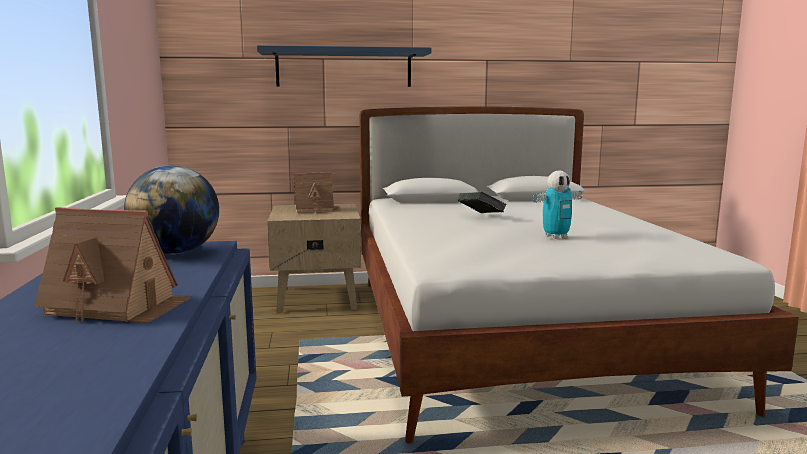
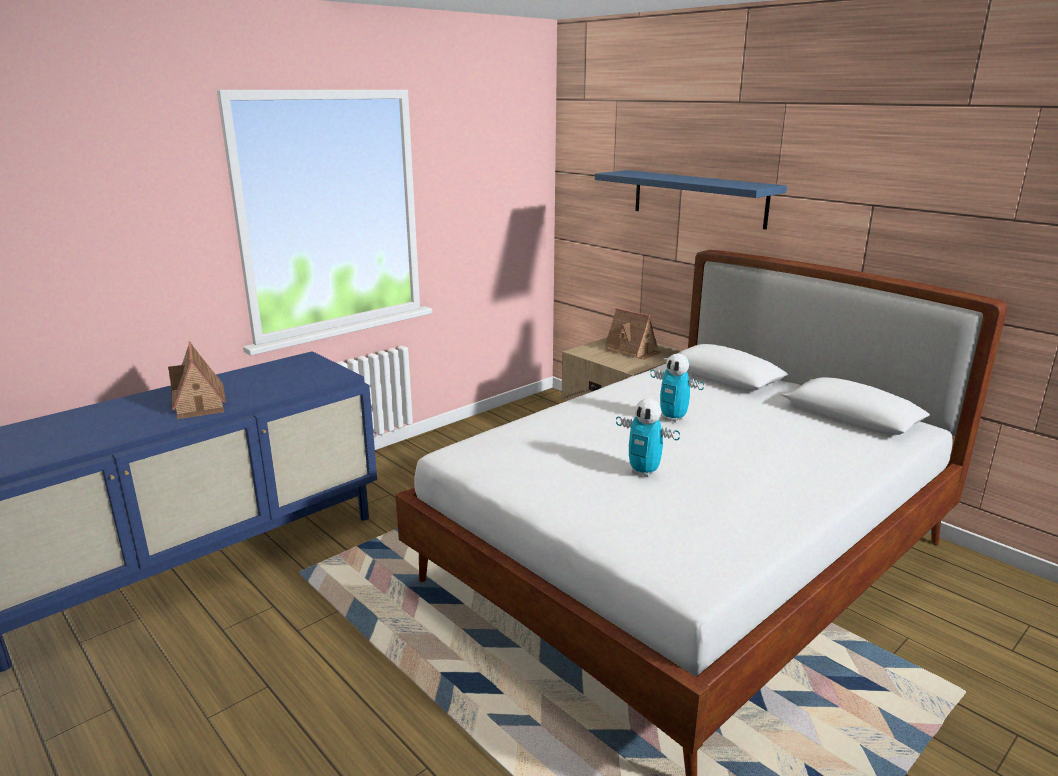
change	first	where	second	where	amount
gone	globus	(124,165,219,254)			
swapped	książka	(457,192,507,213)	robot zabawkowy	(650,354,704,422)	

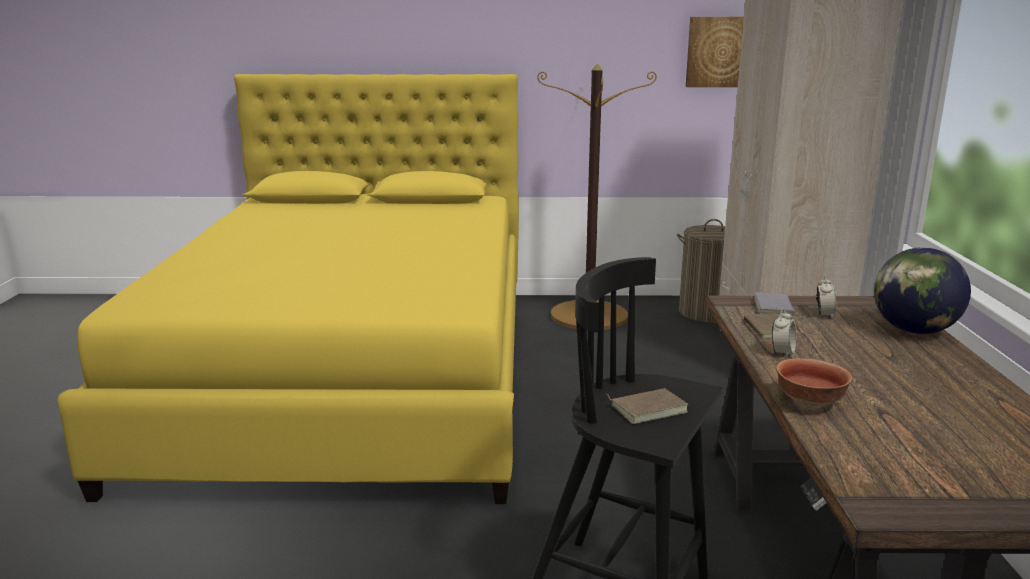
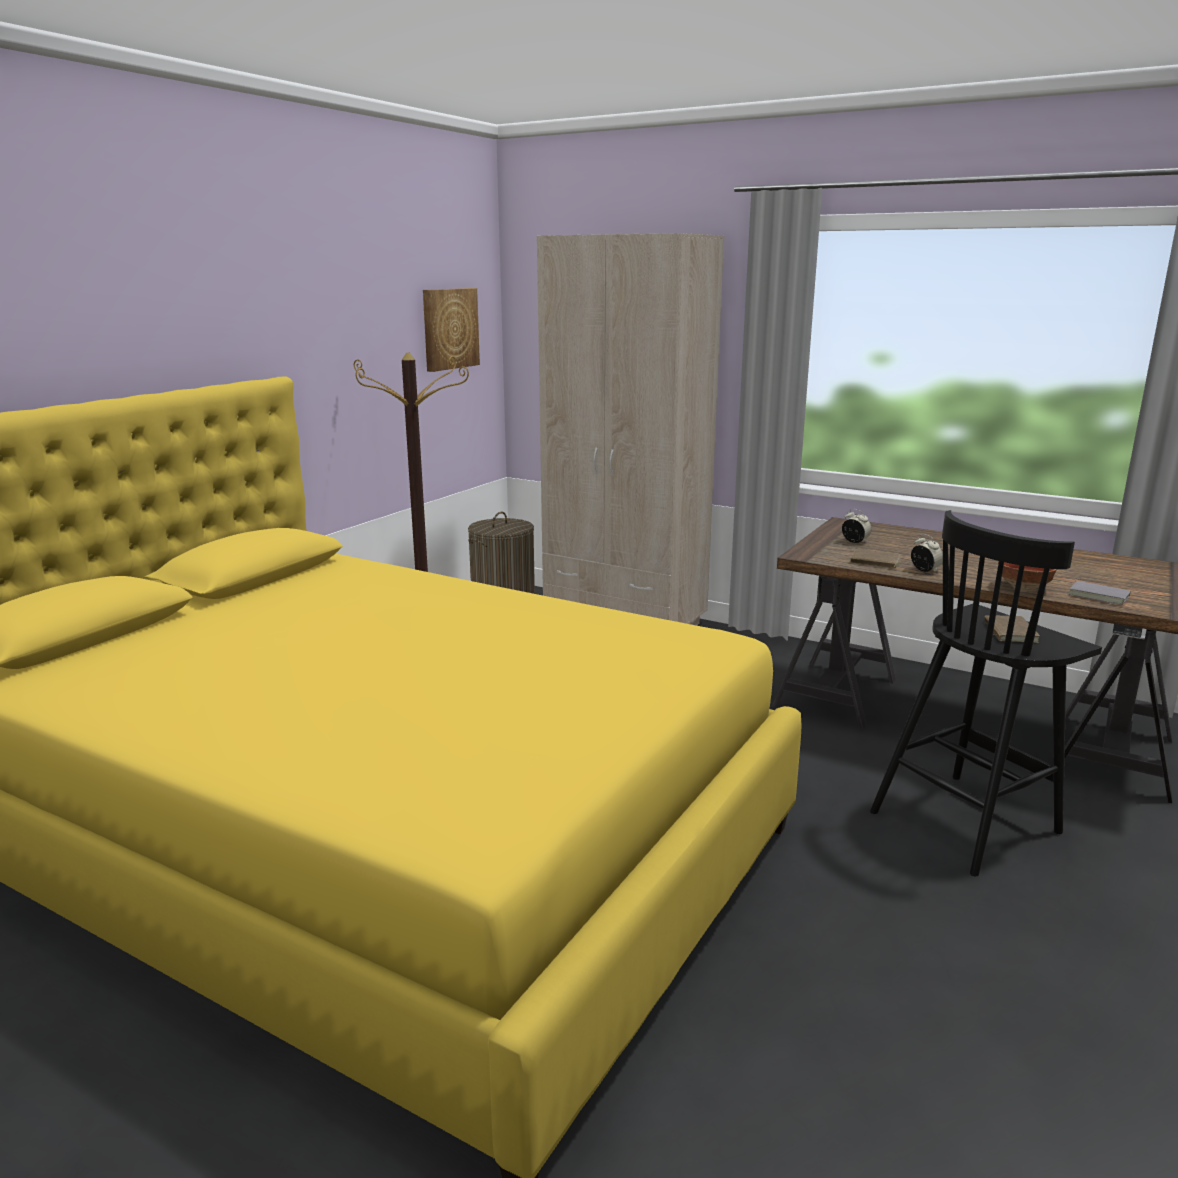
change	first	where	second	where	amount
shifted	książka/szary	(754,292,797,316)		(1068,579,1131,605)	
gone	globus	(874,247,971,334)			

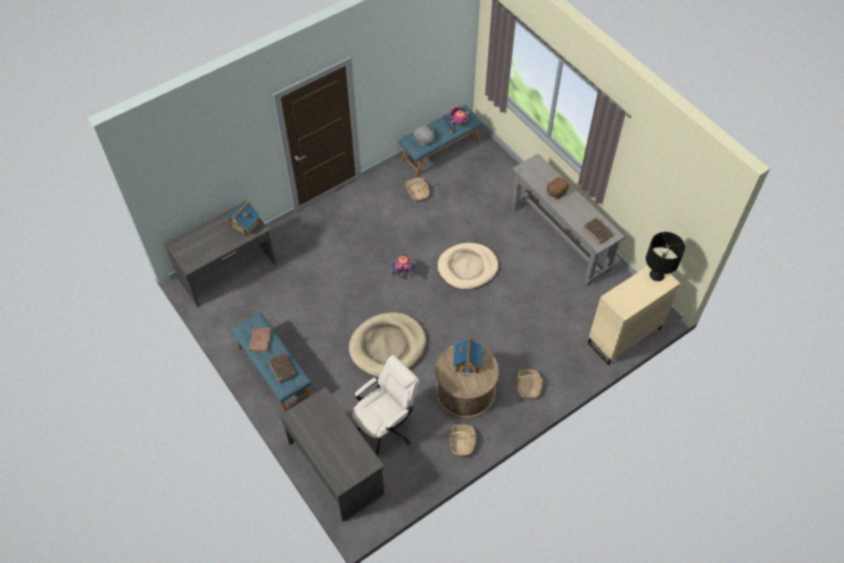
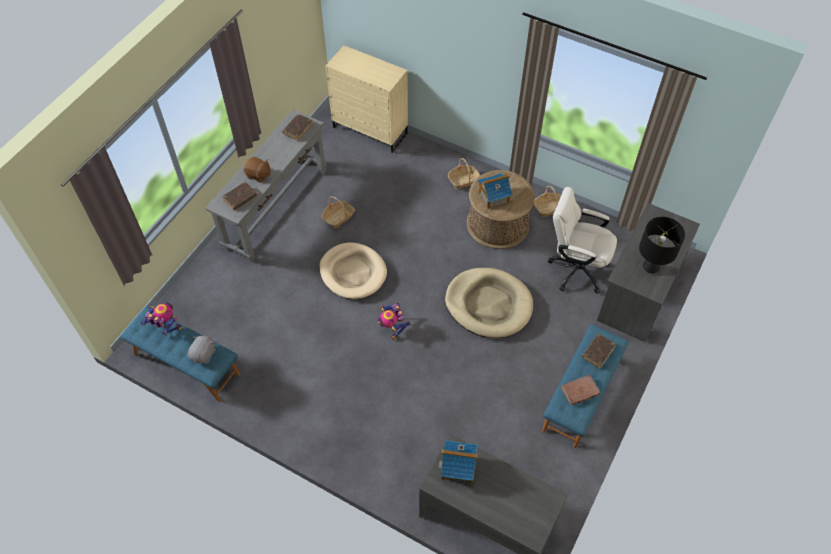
change	first	where	second	where	amount
shifted	koszyk	(405,178,429,202)		(322,197,355,229)	
shifted	lampa stołowa/czarny	(646,232,685,281)		(639,217,685,274)	
new			książka/brązowy	(222,182,257,210)	

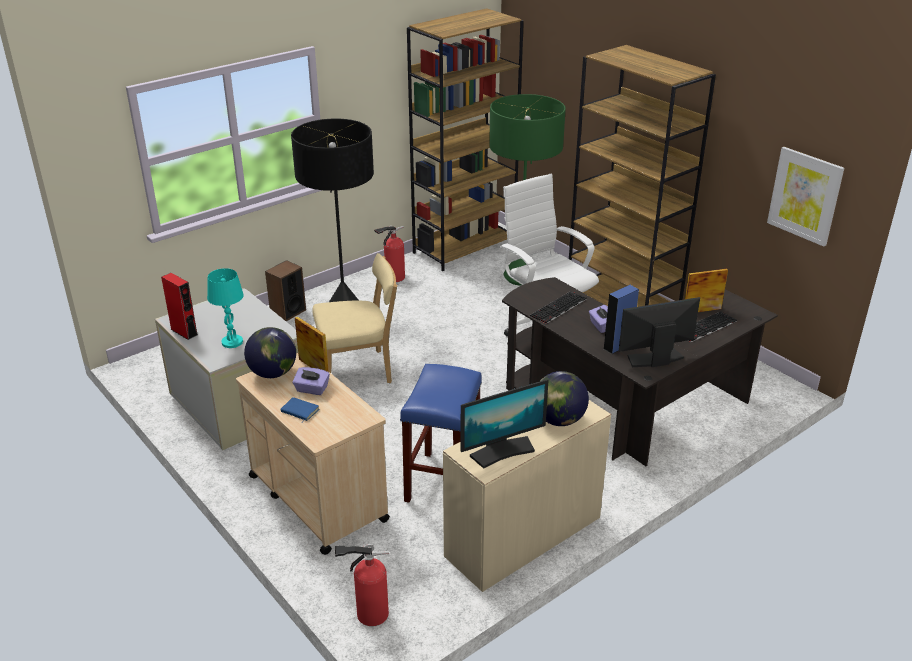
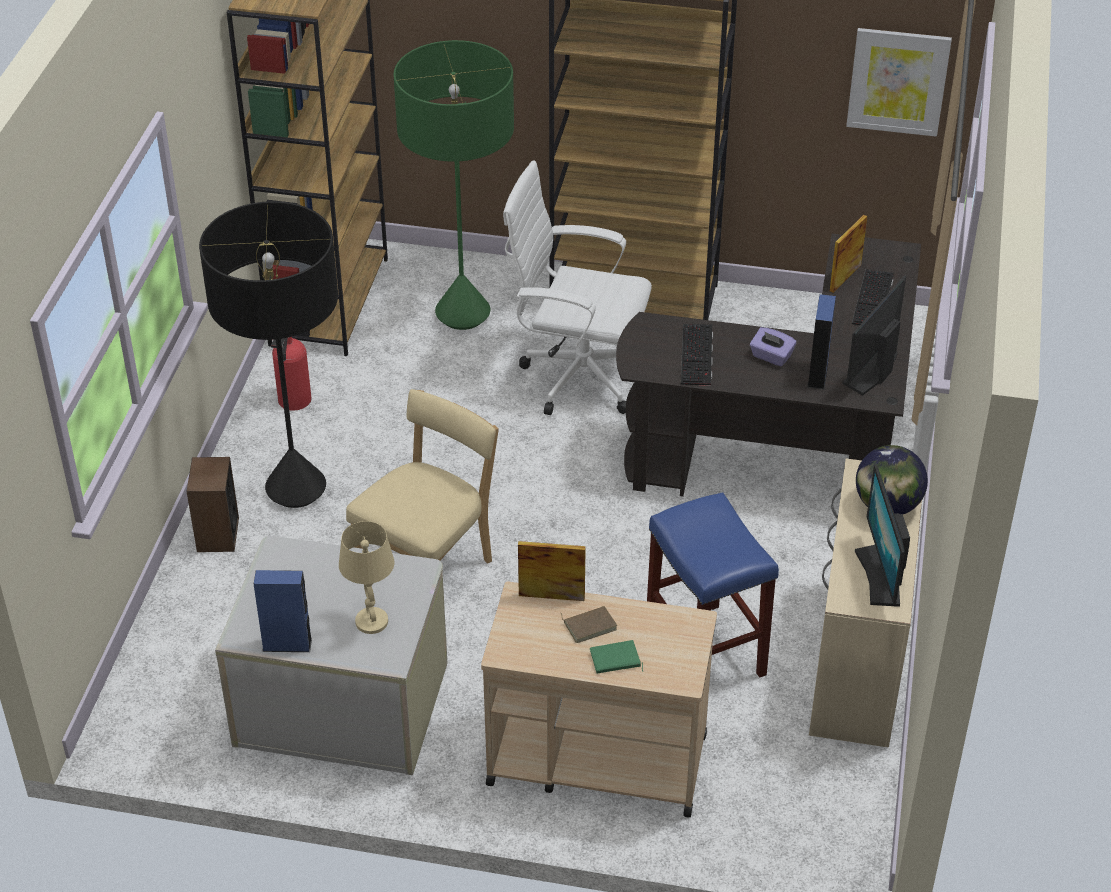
change	first	where	second	where	amount
repainted	głośnik/czerwony	(161,273,198,340)	głośnik/niebieski	(254,570,312,652)	
repainted	lampa stołowa/turkusowy	(207,268,244,348)	lampa stołowa/beżowy	(339,521,394,634)	
gone	globus	(244,327,296,378)			
repainted	książka/niebieski	(280,397,320,422)	książka/zielony	(590,640,643,674)	
swapped	pudełko chusteczek/fioletowy	(292,367,330,395)	książka/brązowy	(561,606,617,643)	
gone	gaśnica	(335,542,389,626)			
rotated	monitor	(461,379,548,469)		(855,465,910,607)	150 degrees clockwise

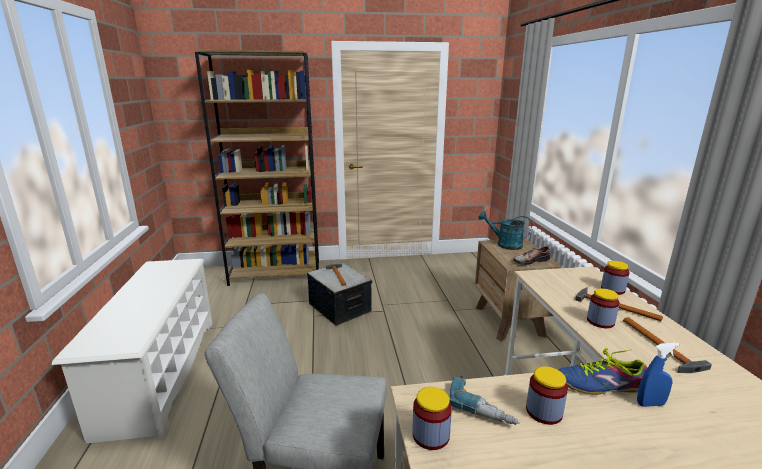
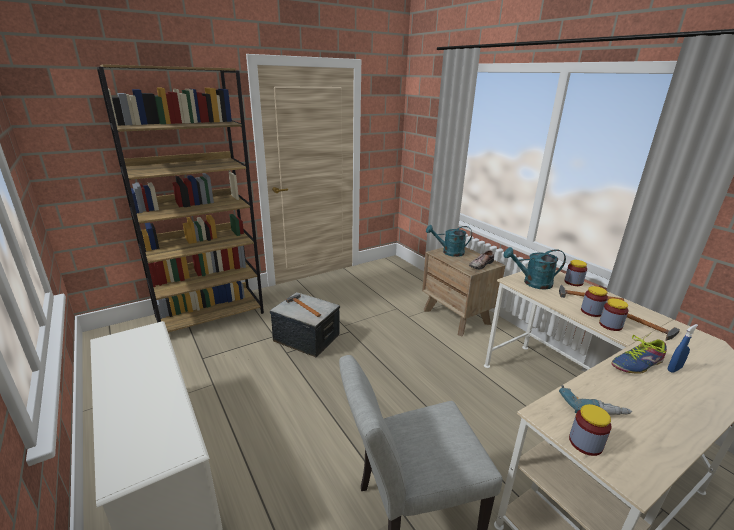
change	first	where	second	where	amount
shifted	słoik	(526,366,568,425)		(599,298,629,331)	
new			konewka/turkusowy	(503,247,566,290)	

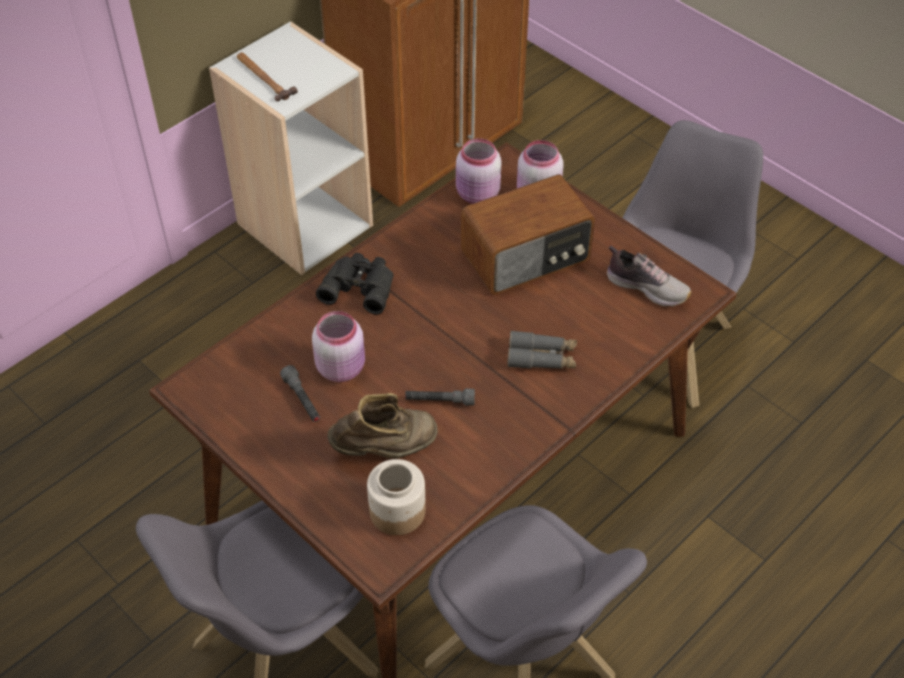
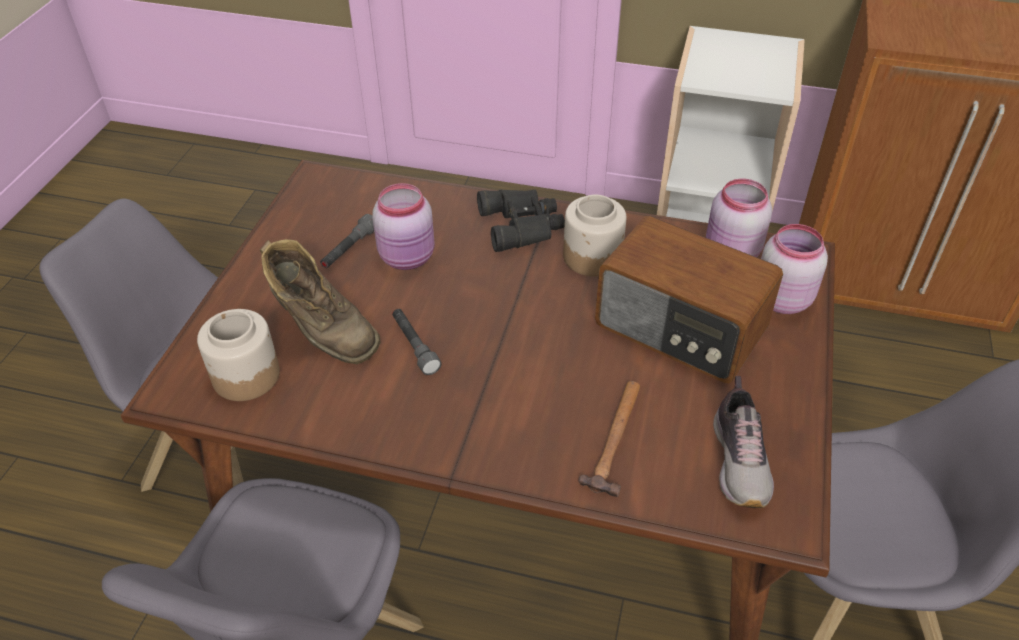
change	first	where	second	where	amount
shifted	młotek	(237,52,298,101)		(578,381,640,497)	
gone	lornetka/szary	(507,331,577,369)			
new			słoik	(563,195,626,276)	

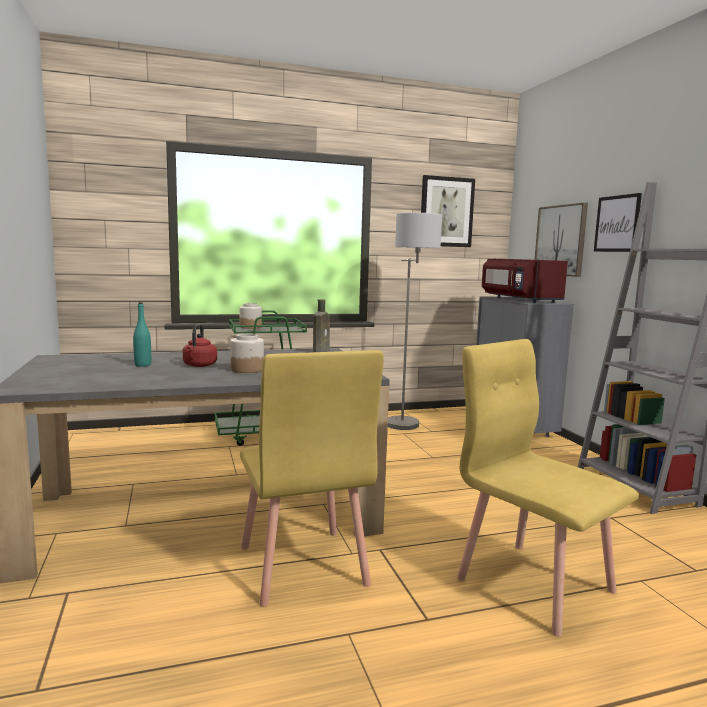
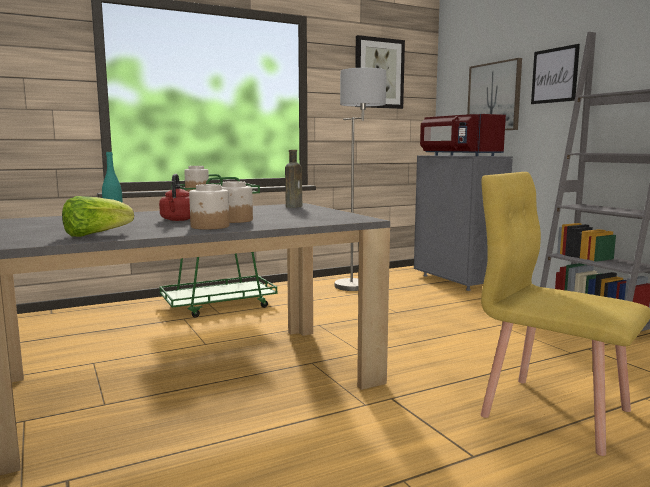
change	first	where	second	where	amount
gone	krzesło/żółty	(240,350,384,607)			
new			sałata	(62,196,134,237)	
new			słoik	(189,184,230,230)	

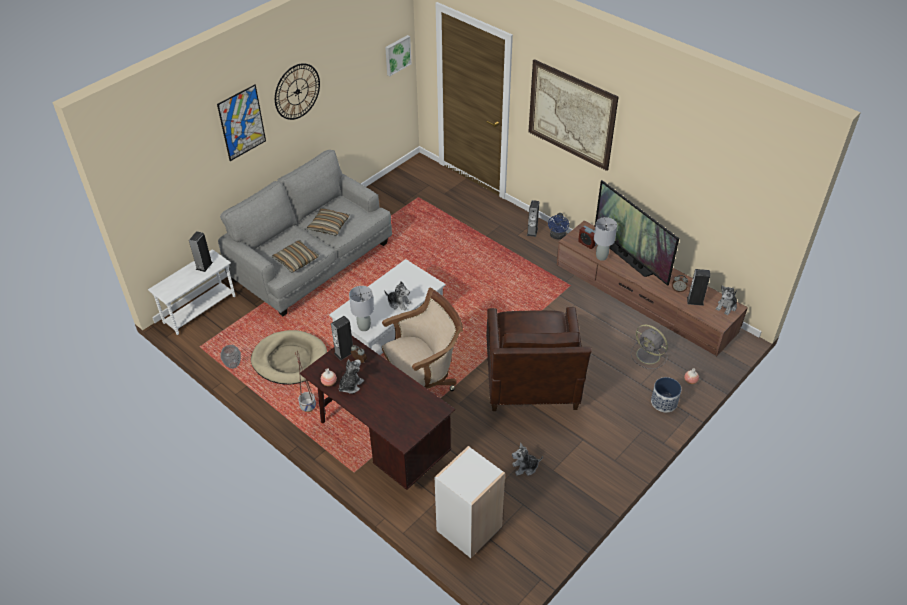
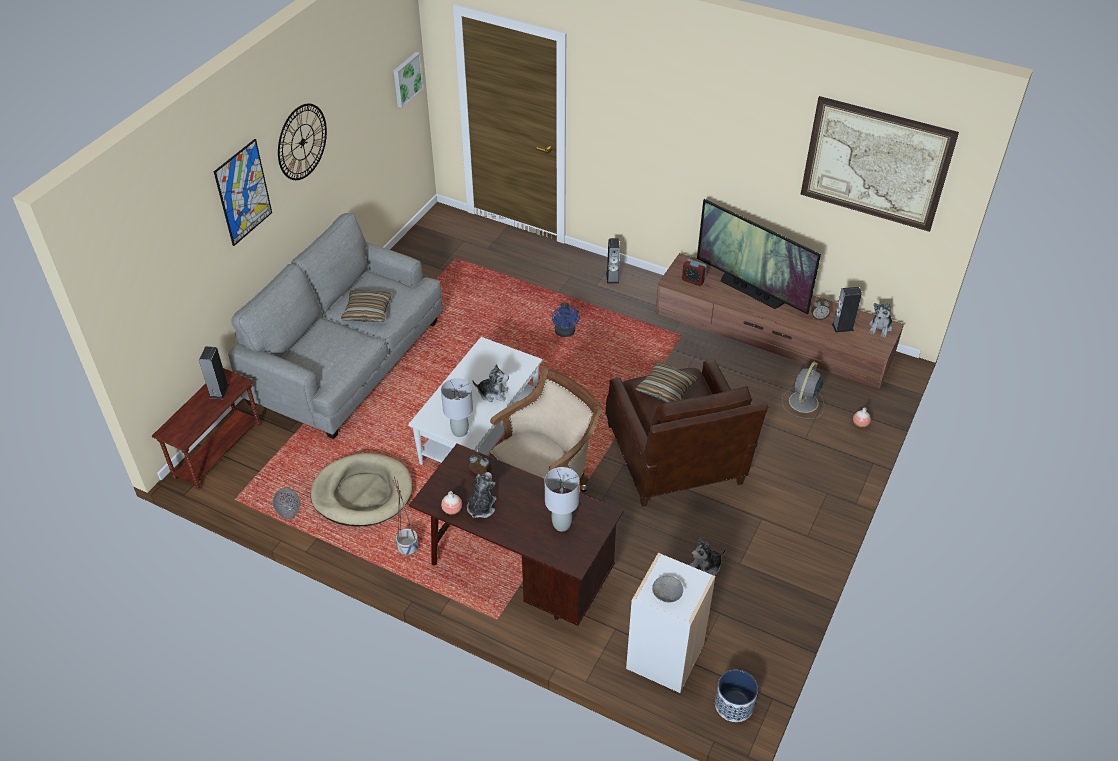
change	first	where	second	where	amount
repainted	stolik/biały	(148,249,236,335)	stolik/brązowy	(152,368,261,490)	
shifted	poduszka	(272,240,319,273)		(635,361,698,403)	
gone	głośnik	(331,316,353,360)			
shifted	obraz	(528,59,619,171)		(800,96,959,232)	
shifted	wentylator/niebieski	(548,213,569,239)		(552,302,580,337)	
shifted	lampa stołowa/szary	(594,217,617,261)		(545,467,579,531)	
rotated	wentylator/szary	(630,325,668,369)		(782,362,824,419)	90 degrees clockwise
shifted	donica	(651,377,681,412)		(715,670,758,722)	
new			miska/szary	(652,576,683,603)	

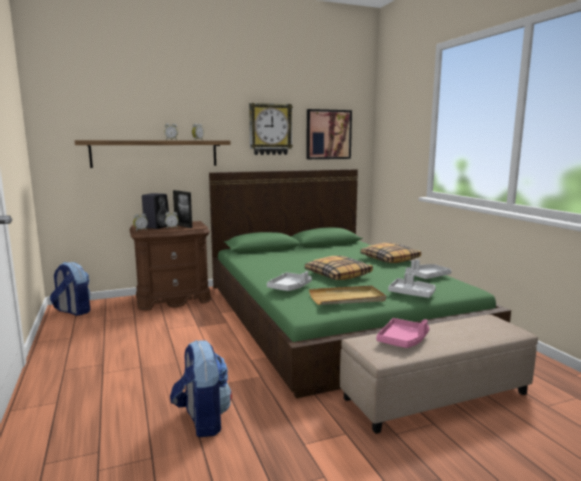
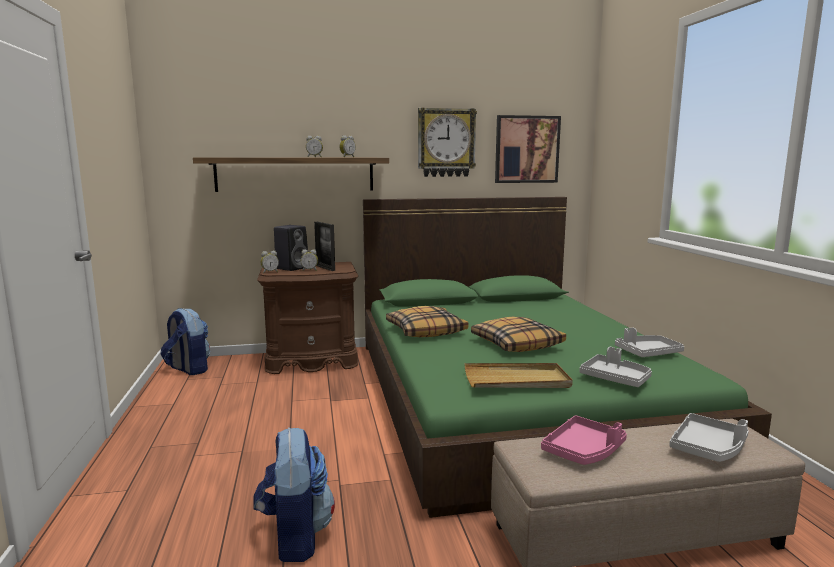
change	first	where	second	where	amount
shifted	taca/szary	(267,271,312,291)		(669,413,749,462)	
shifted	poduszka	(360,243,421,263)		(386,306,469,337)	

